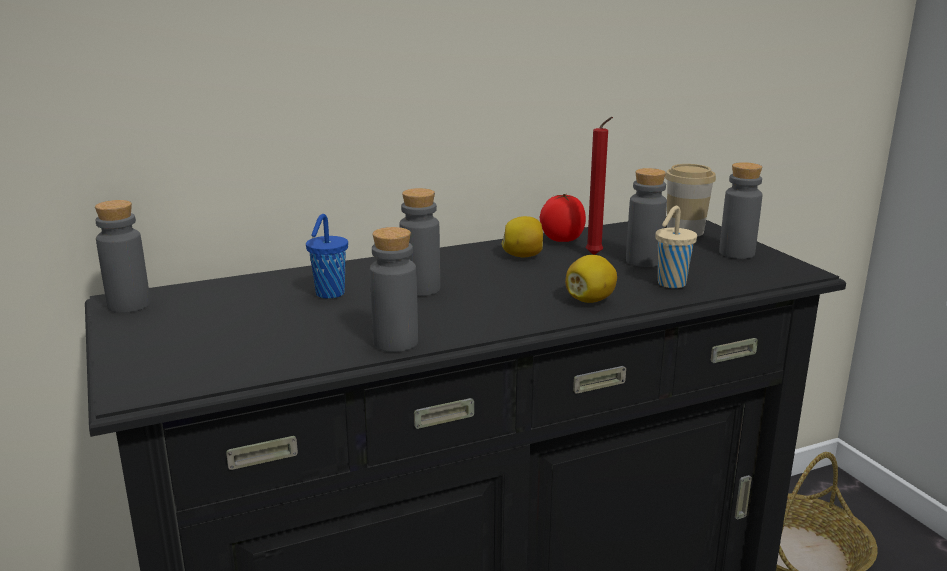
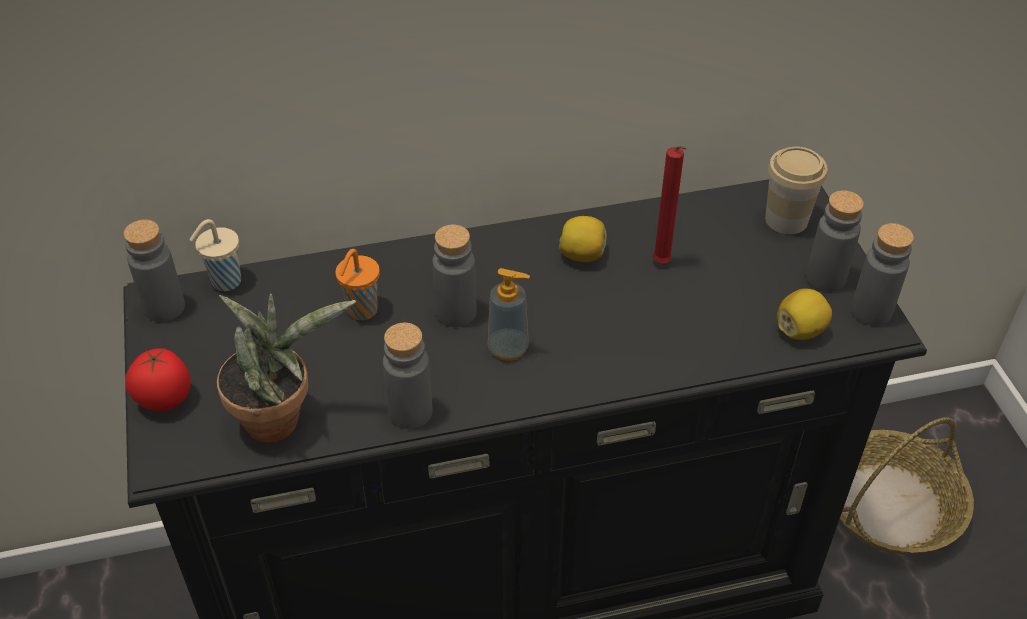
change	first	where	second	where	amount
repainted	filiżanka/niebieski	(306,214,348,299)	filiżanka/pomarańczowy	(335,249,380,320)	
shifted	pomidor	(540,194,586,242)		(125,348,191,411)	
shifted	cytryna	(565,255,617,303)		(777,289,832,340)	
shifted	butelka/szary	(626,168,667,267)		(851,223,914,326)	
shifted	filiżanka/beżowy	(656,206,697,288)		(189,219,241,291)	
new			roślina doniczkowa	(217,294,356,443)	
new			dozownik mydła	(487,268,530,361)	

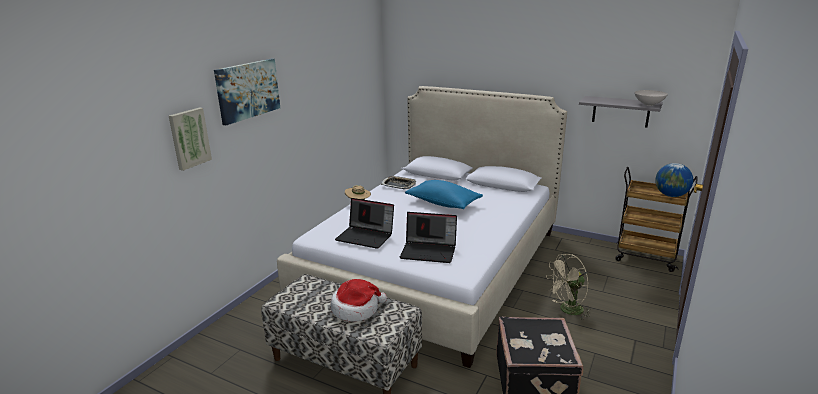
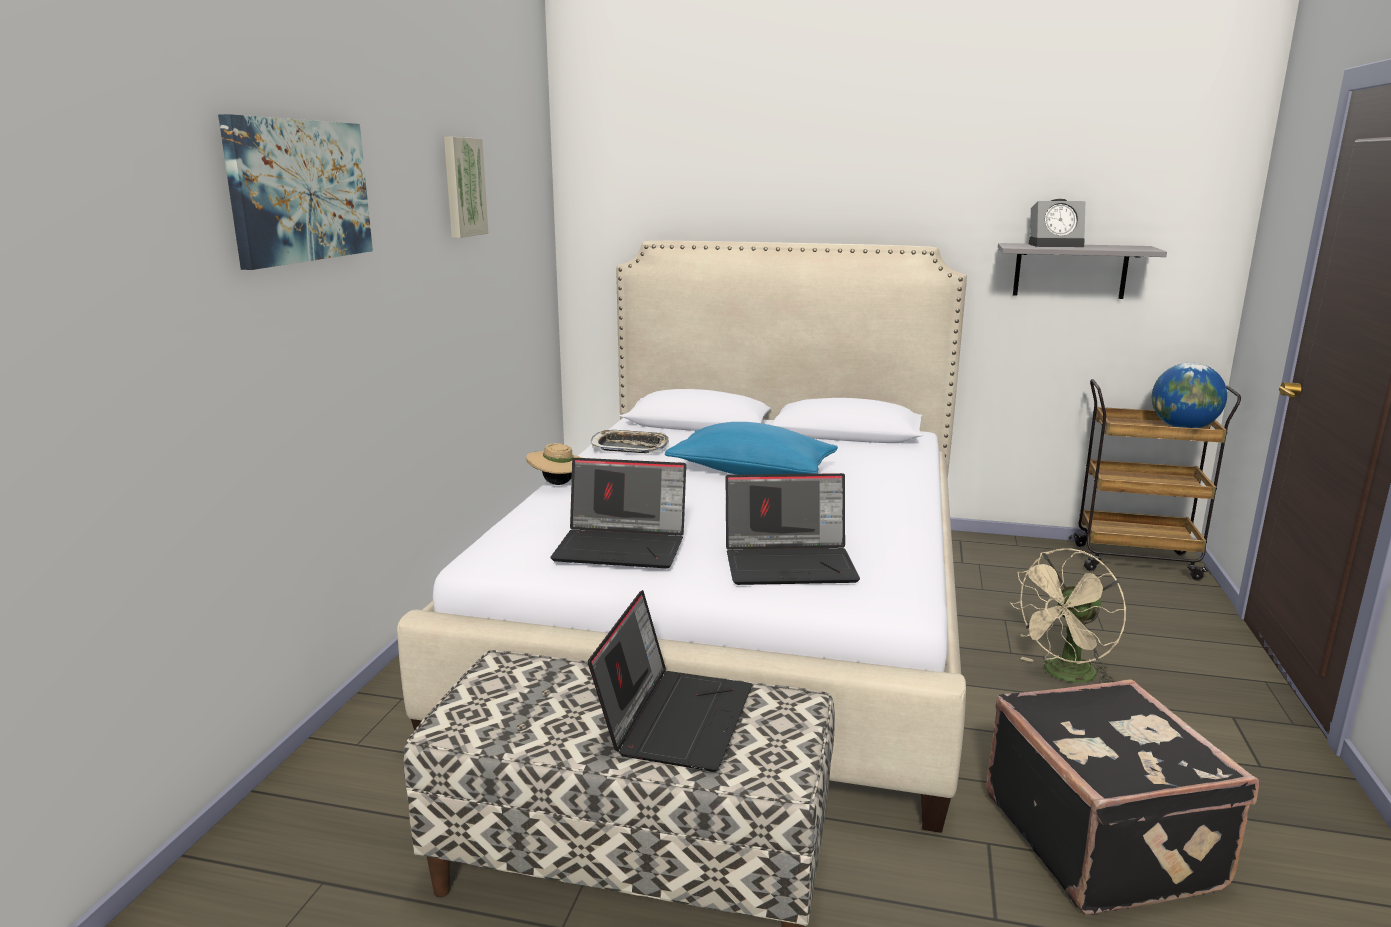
change	first	where	second	where	amount
shifted	obraz	(169,108,212,171)		(444,137,489,238)	
swapped	kapelusz	(331,279,387,322)	laptop	(588,590,752,772)	
gone	miska/biały	(635,90,668,106)			
new			budzik	(1029,199,1086,247)	

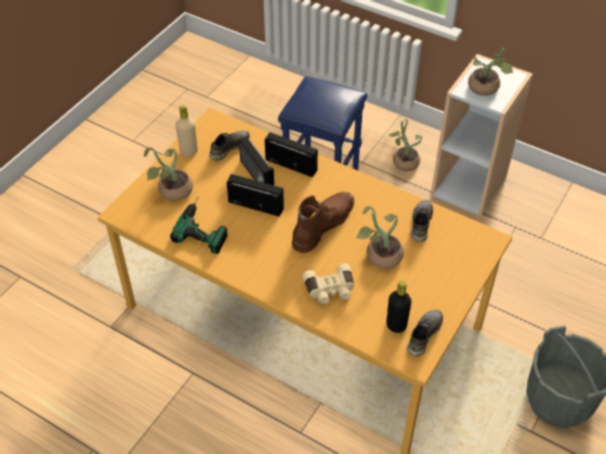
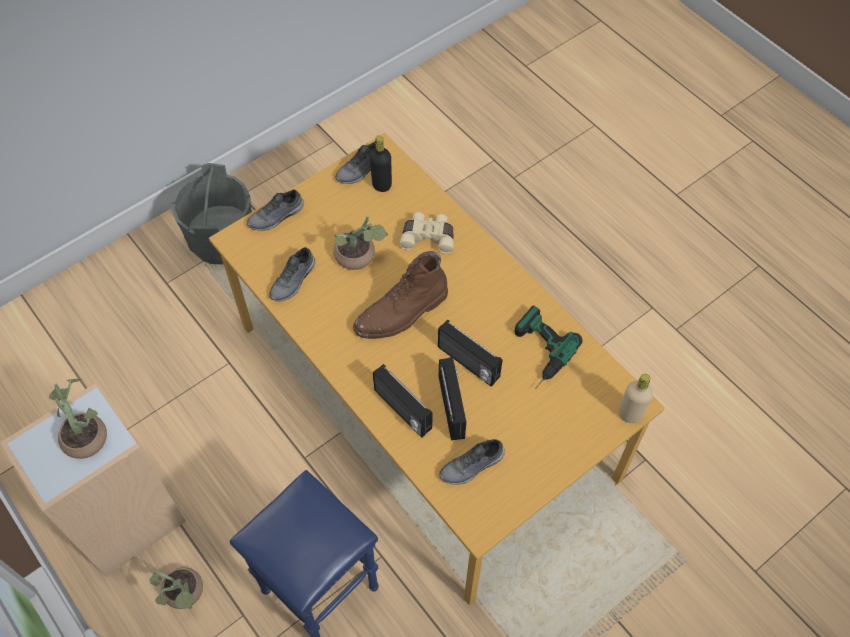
change	first	where	second	where	amount
gone	roślina doniczkowa	(144,147,193,201)			
shifted	butelka/beżowy	(176,105,198,156)		(619,374,653,423)	
new			but/szary	(247,189,304,231)	

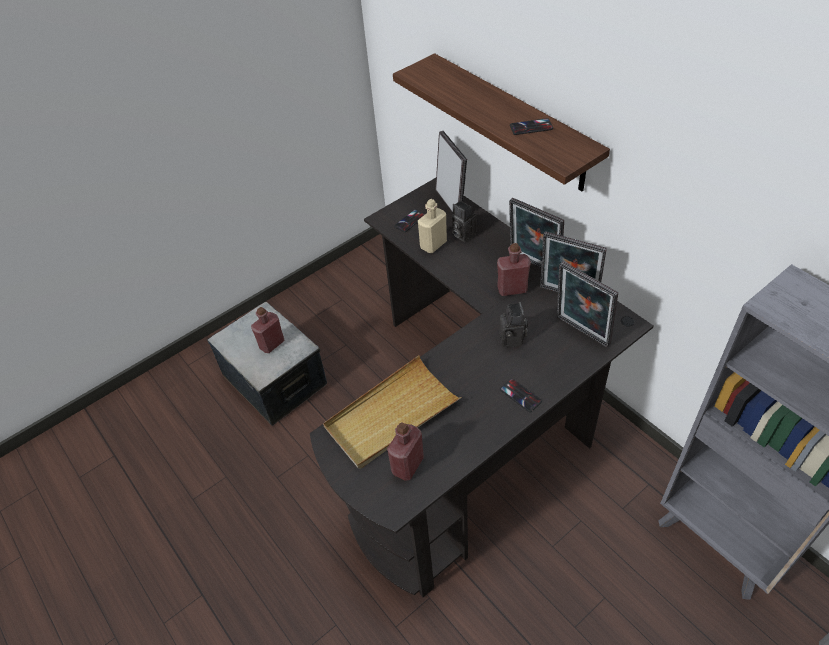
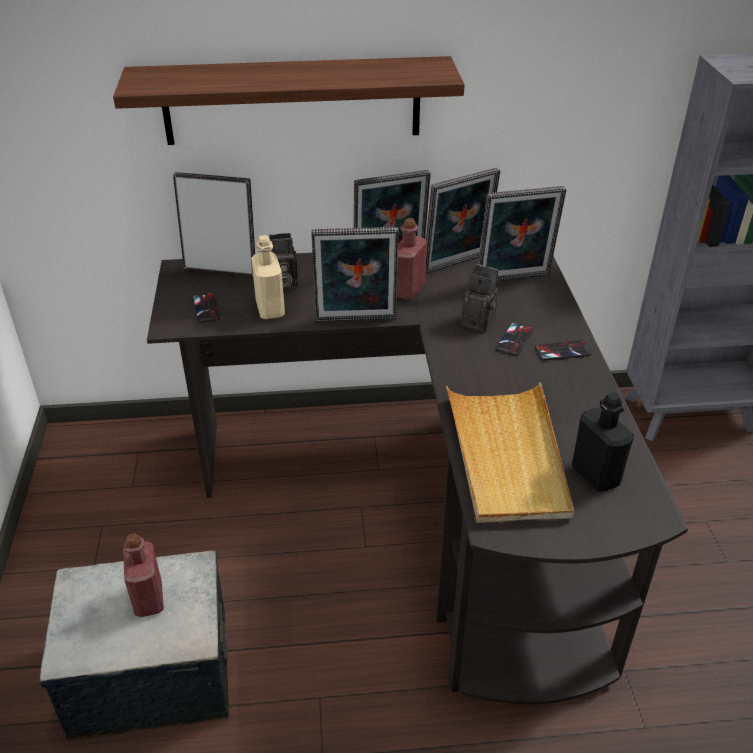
change	first	where	second	where	amount
repainted	butelka/czerwony	(387,422,424,480)	butelka/czarny	(572,392,634,492)	
shifted	telefon	(510,118,553,135)		(495,322,533,356)	
new			ramka na zdjęcie	(311,227,398,322)	

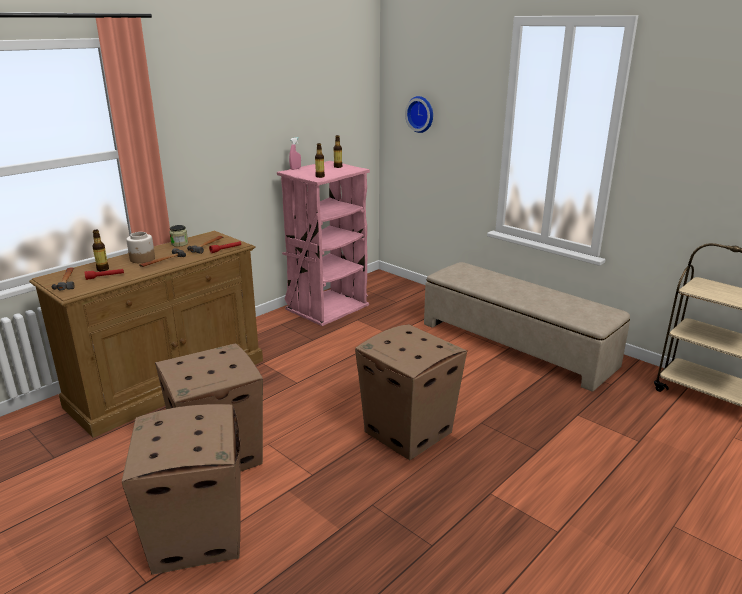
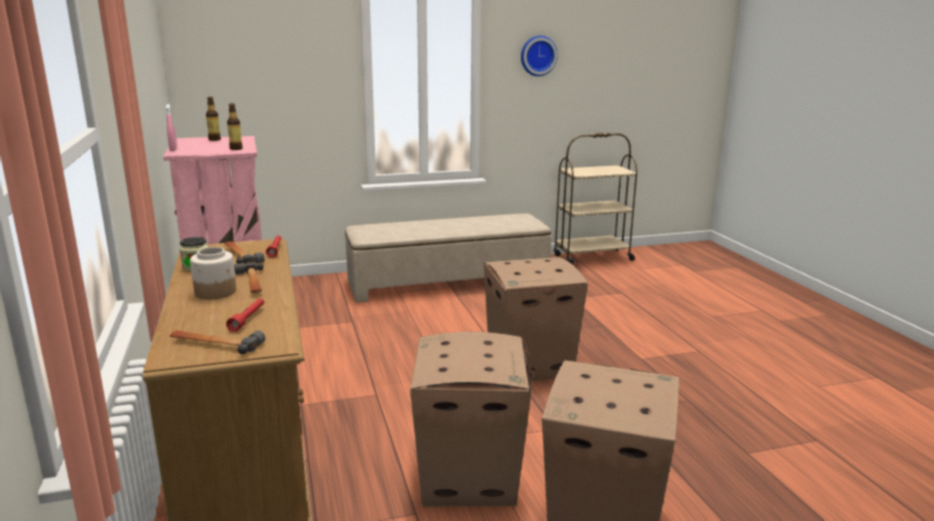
change	first	where	second	where	amount
gone	butelka	(92,230,109,271)			
shifted	zegar ścienny	(405,96,433,133)		(521,36,558,76)	

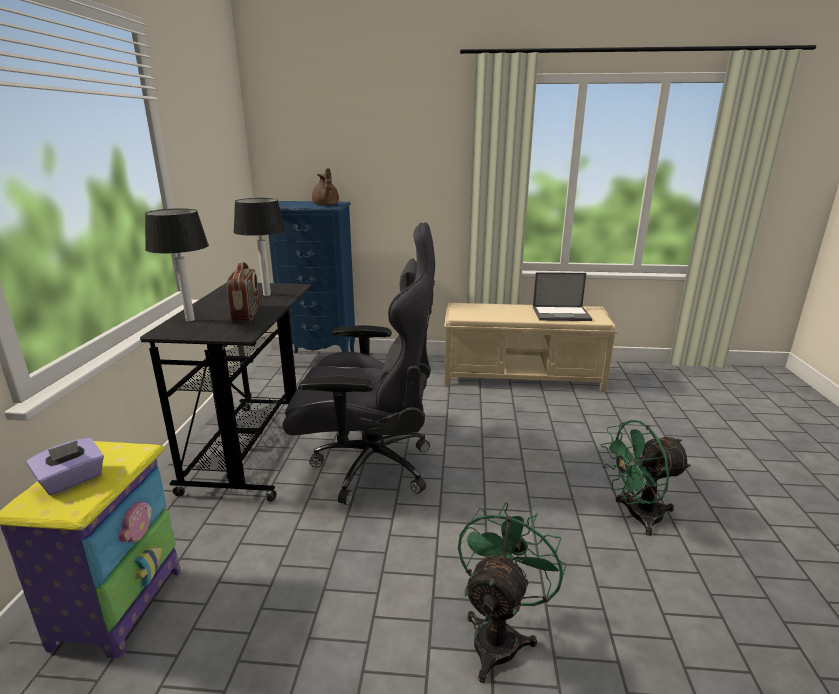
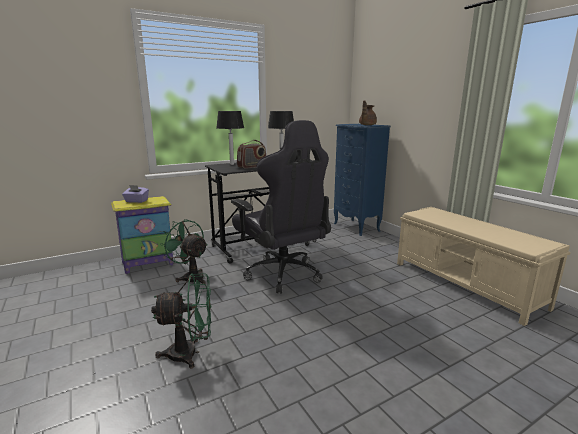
change	first	where	second	where	amount
gone	laptop	(533,272,592,321)			
shifted	wentylator/zielony	(601,420,691,536)		(160,219,208,284)	

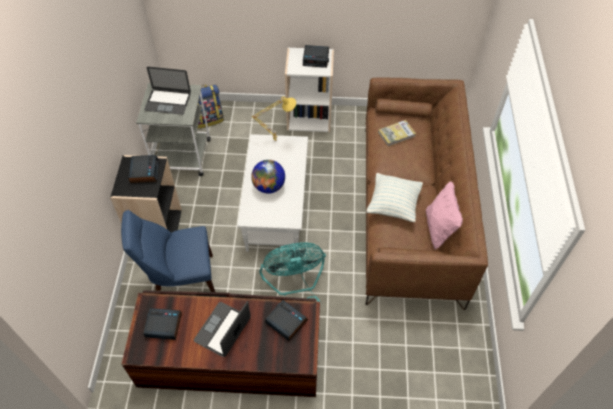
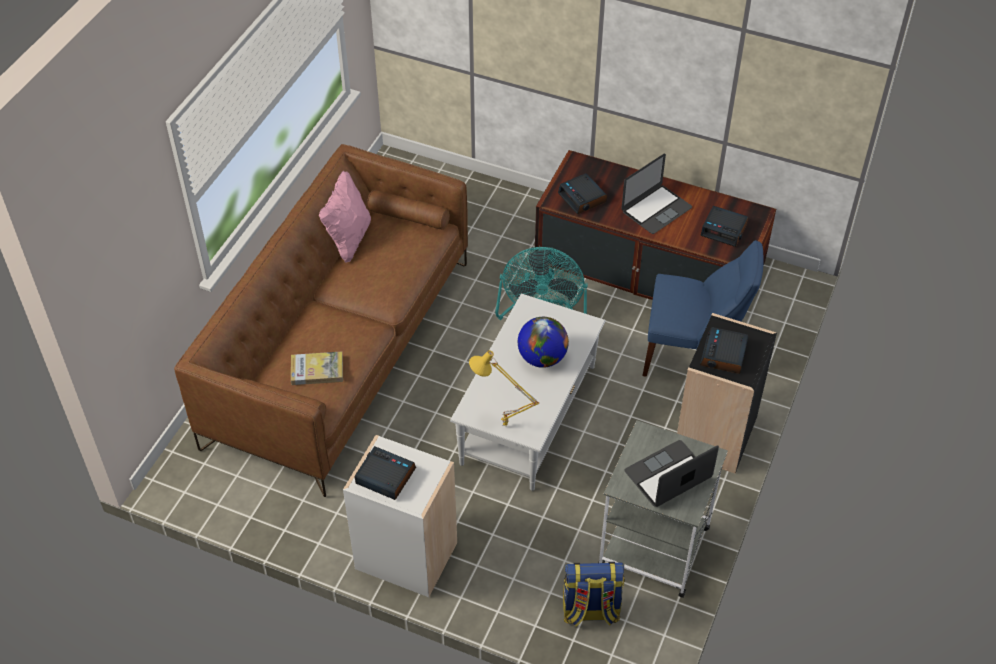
change	first	where	second	where	amount
rotated	laptop	(144,67,191,115)		(624,440,719,507)	60 degrees counterclockwise
gone	poduszka	(366,173,423,222)			

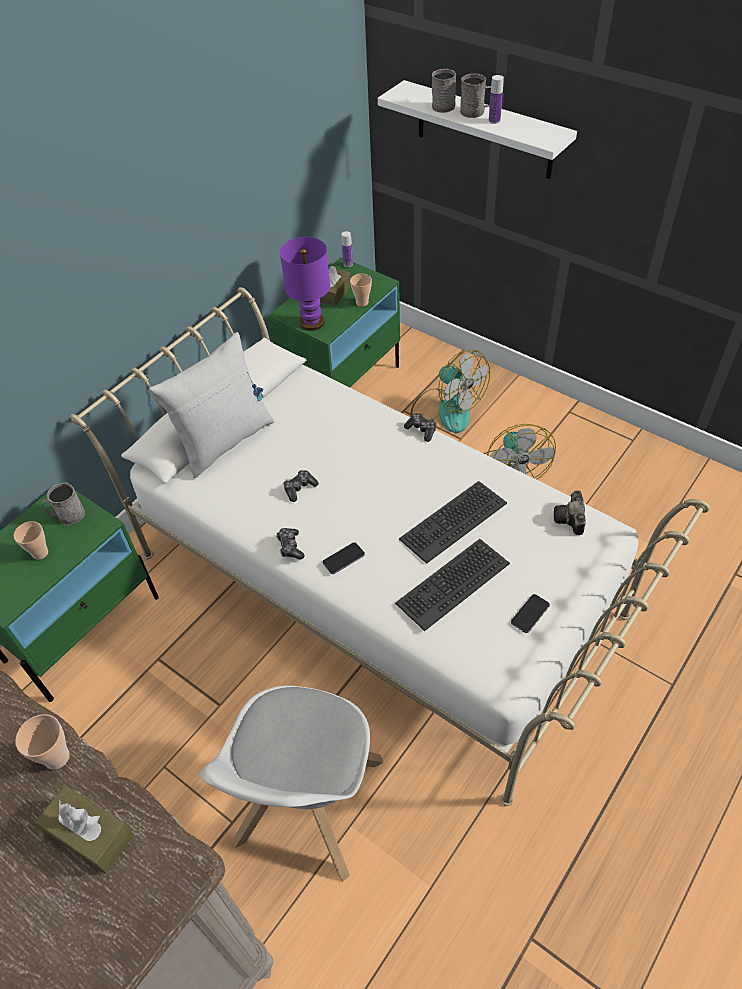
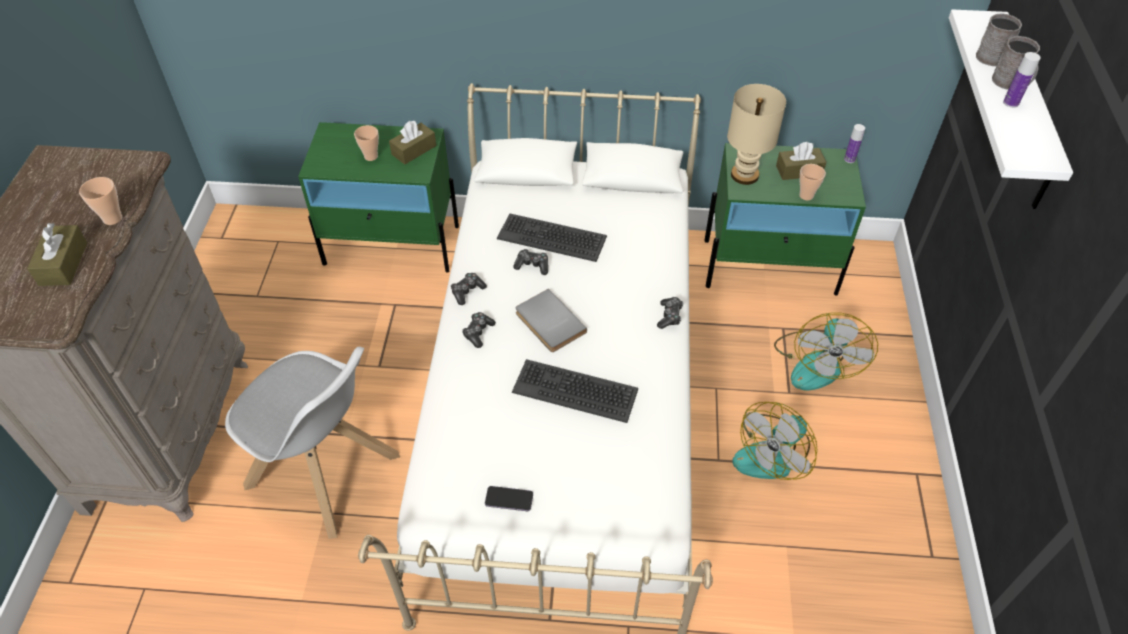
change	first	where	second	where	amount
swapped	kubek/szary	(42,482,85,525)	pudełko chusteczek/brązowy	(389,121,436,164)	
gone	poduszka/szary	(149,332,274,478)			
rotated	krzesło	(200,686,383,882)		(225,347,400,539)	135 degrees counterclockwise
repainted	lampa stołowa/fioletowy	(280,237,330,331)	lampa stołowa/beżowy	(727,84,786,185)	
swapped	telefon	(322,542,365,574)	pad do gier	(462,312,496,348)	
shifted	klawiatura	(395,539,510,631)		(497,214,607,262)	
gone	aparat fotograficzny	(554,490,586,535)			
new			książka/szary	(516,289,587,352)	

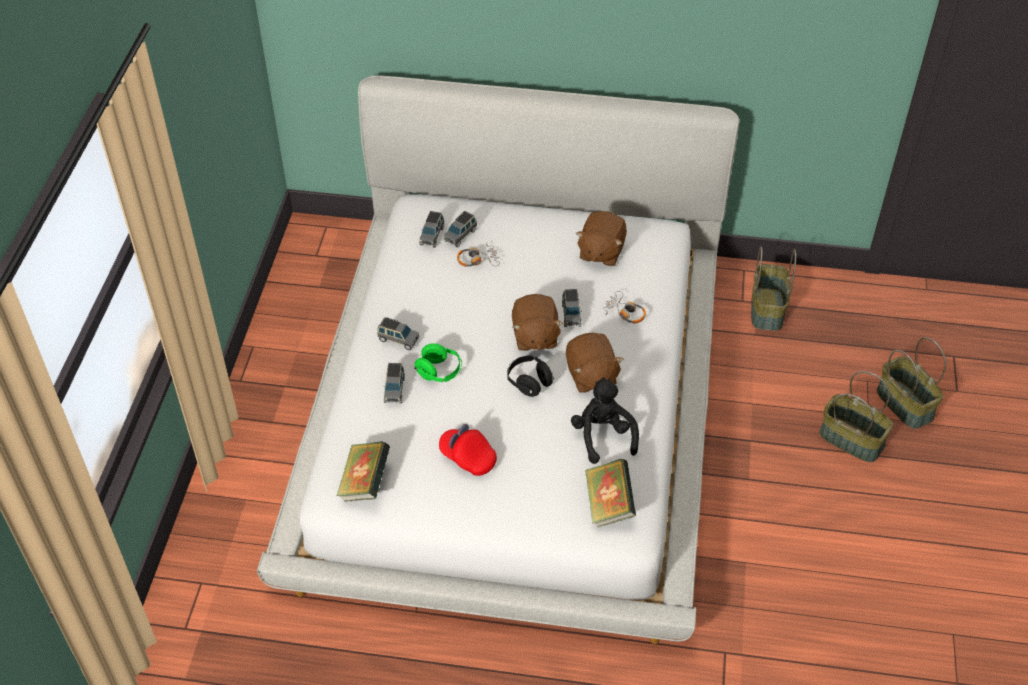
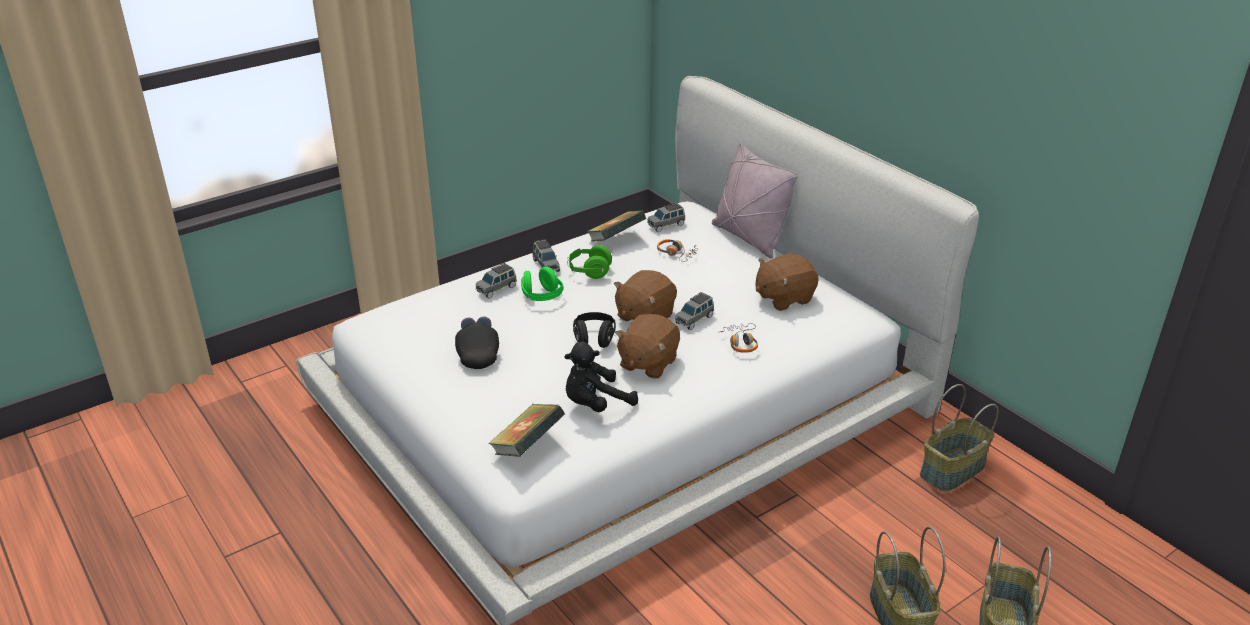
change	first	where	second	where	amount
shifted	książka	(337,441,390,502)		(587,210,646,242)	
repainted	czapka z daszkiem/czerwony	(439,424,497,476)	czapka z daszkiem/czarny	(455,316,499,369)	
gone	samochodzik/szary	(443,211,477,248)			
rotated	pluszak/czarny	(571,377,639,464)		(564,341,638,412)	150 degrees counterclockwise
new			słuchawki/zielony	(567,245,612,279)	
new			poduszka/fioletowy	(712,142,798,259)	

